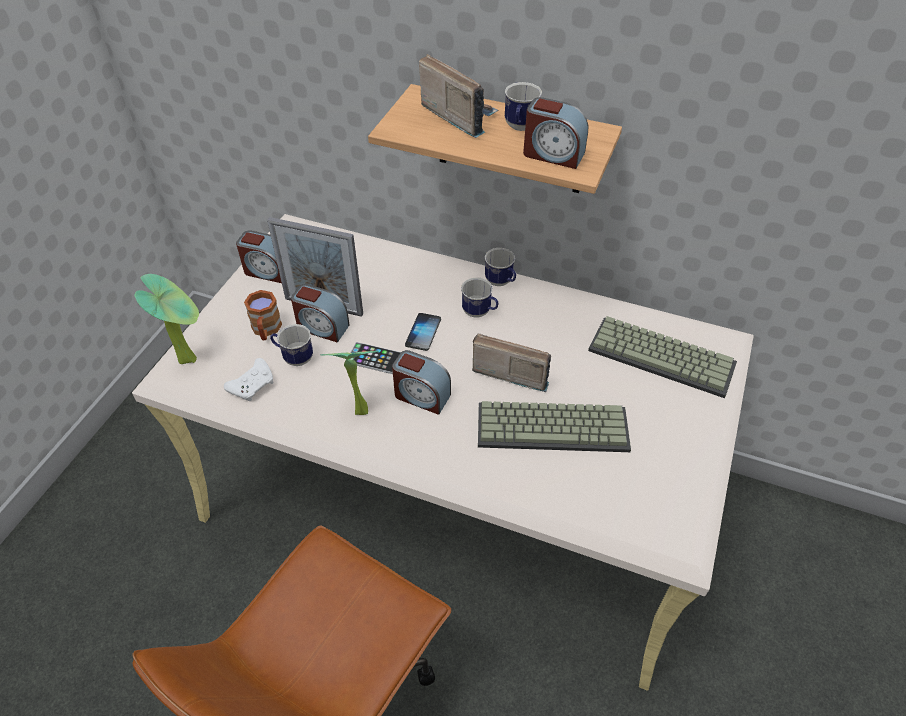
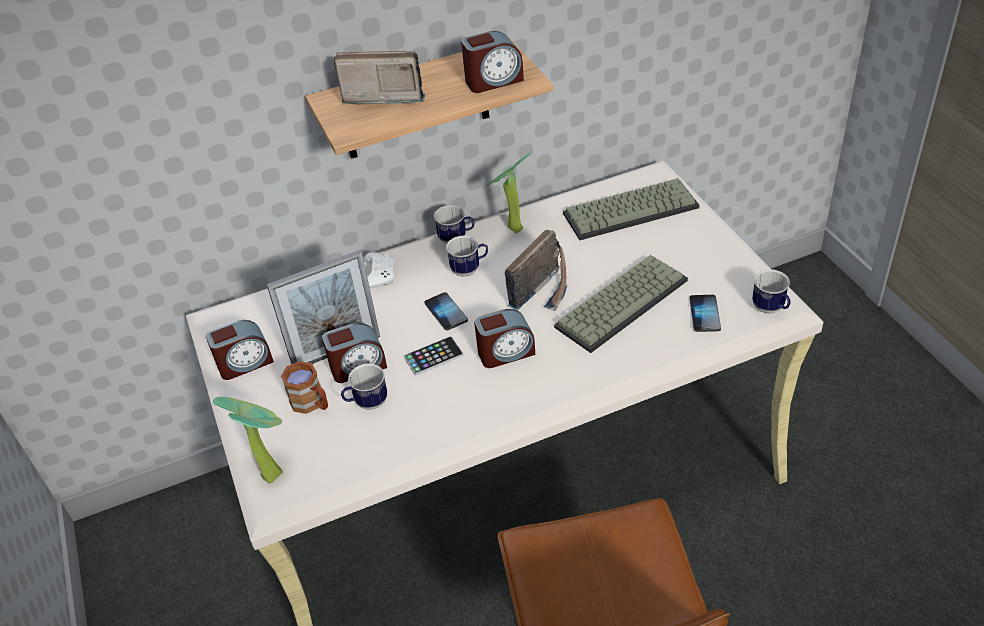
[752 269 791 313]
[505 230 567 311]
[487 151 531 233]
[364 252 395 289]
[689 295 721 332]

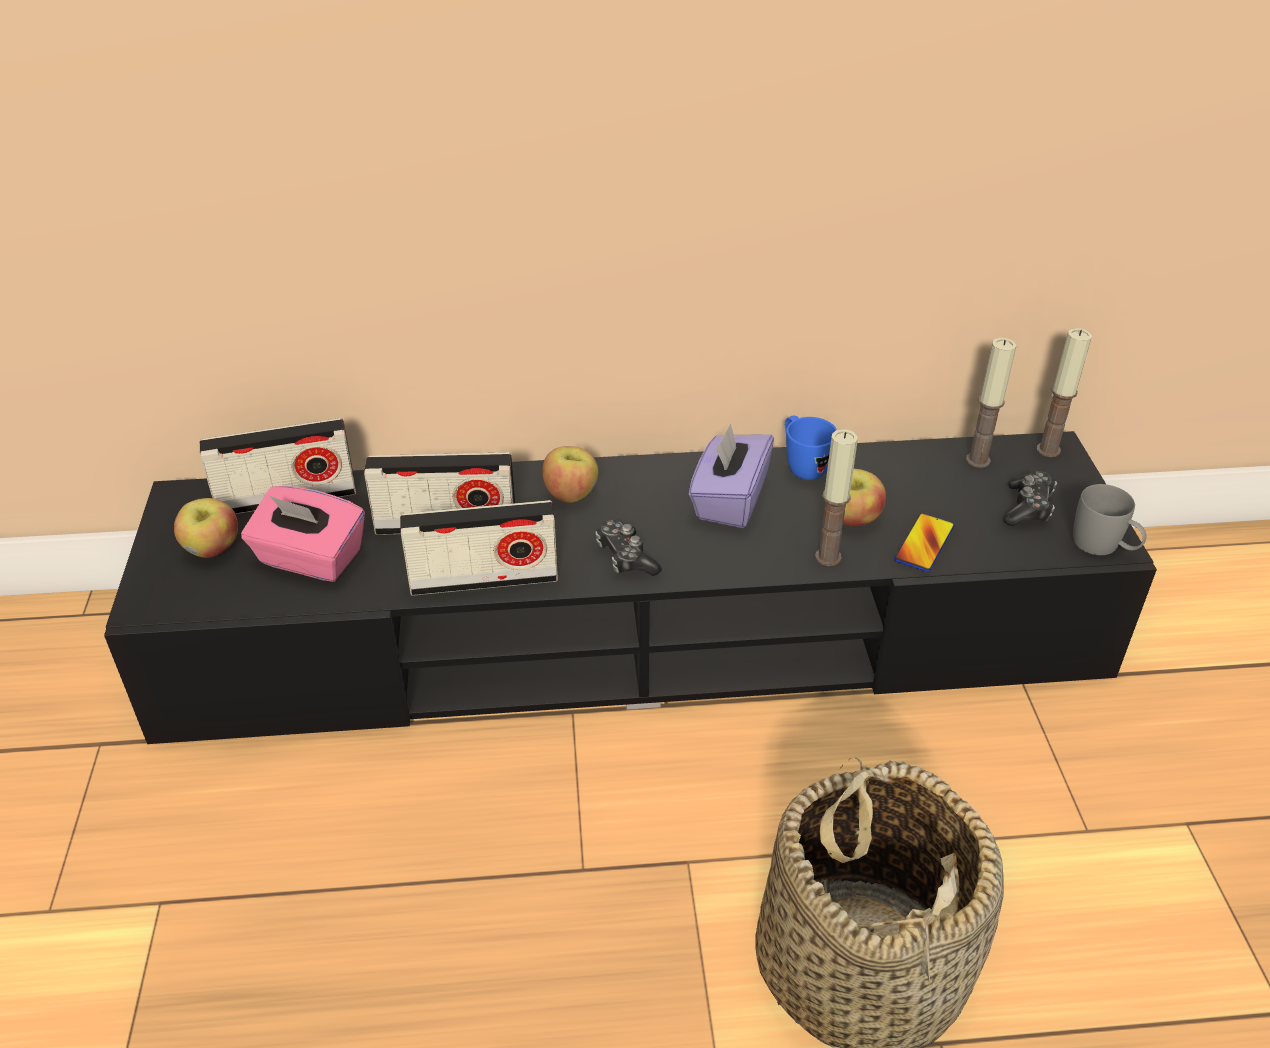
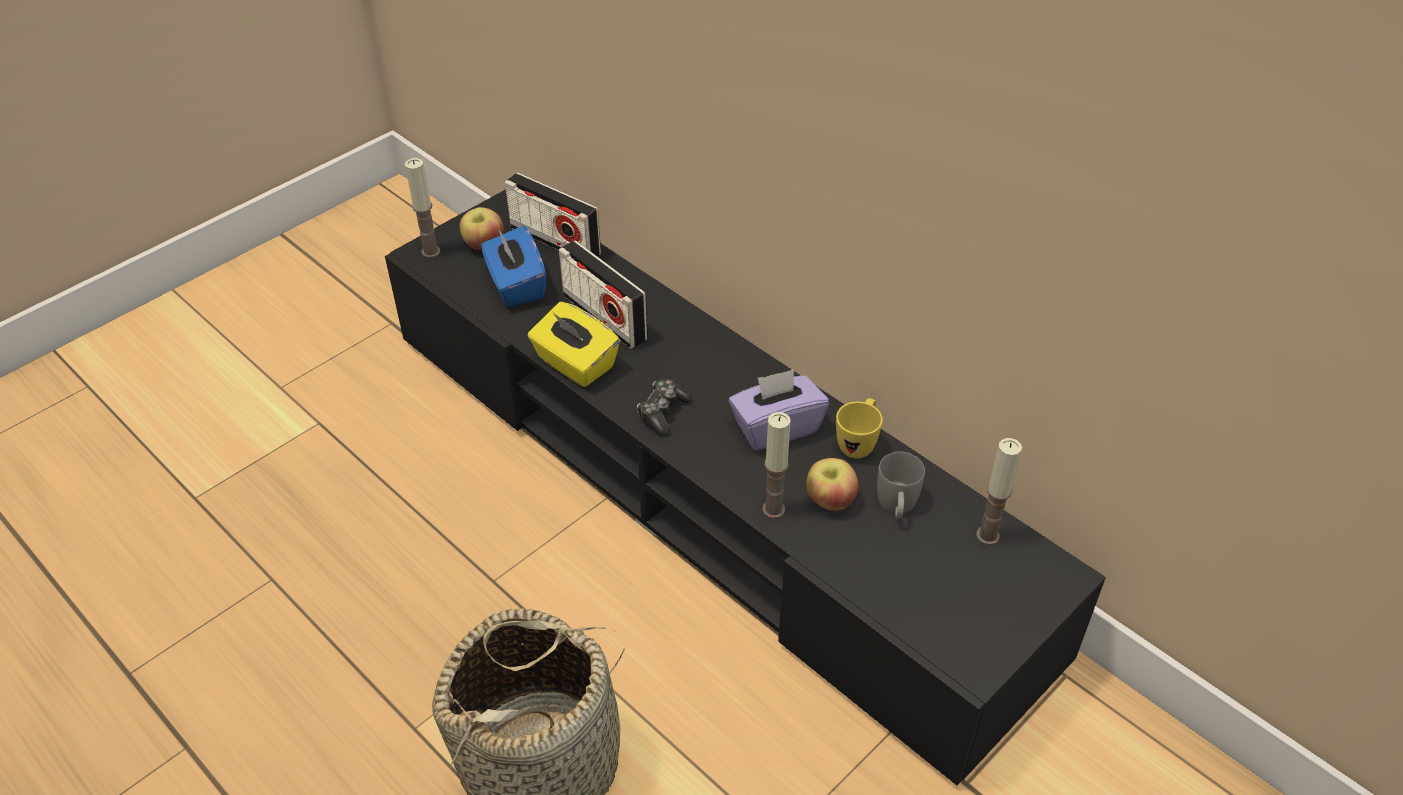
[405 158 440 258]
[836 398 883 458]
[542 446 599 503] (first image)
[1003 471 1057 526] (first image)
[877 452 925 519]
[481 226 546 307]
[528 302 620 387]
[894 513 955 572] (first image)

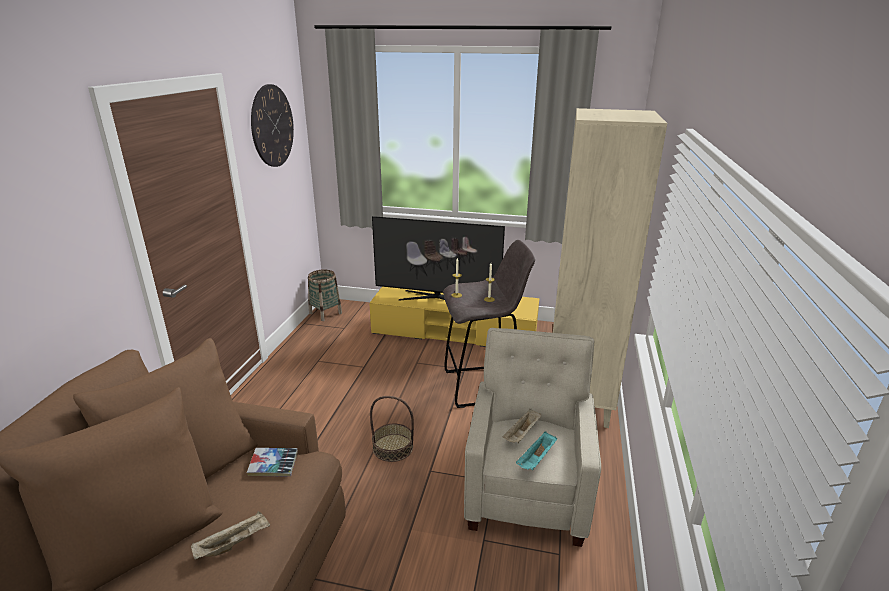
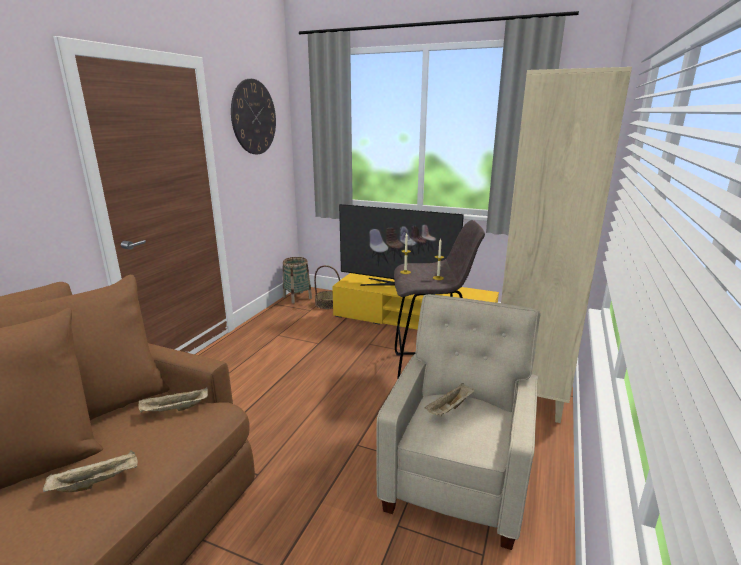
[314 265 340 309]
[516 431 557 470] (first image)
[139 387 208 413]

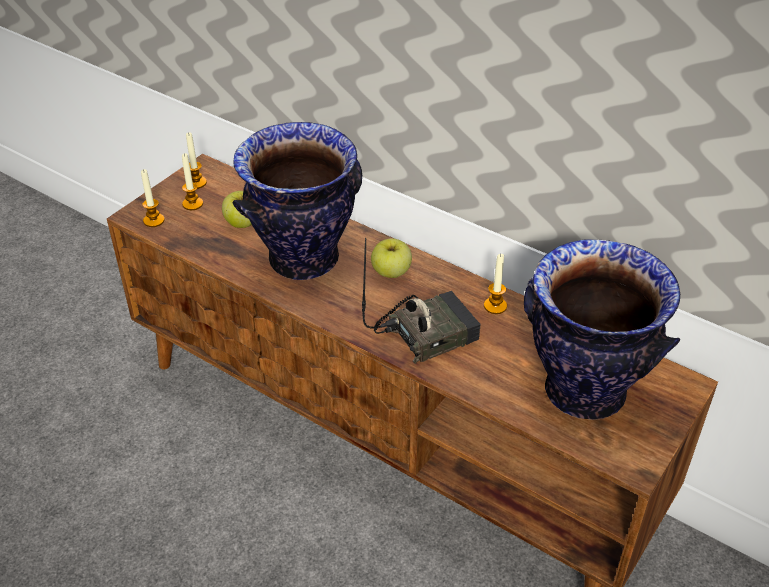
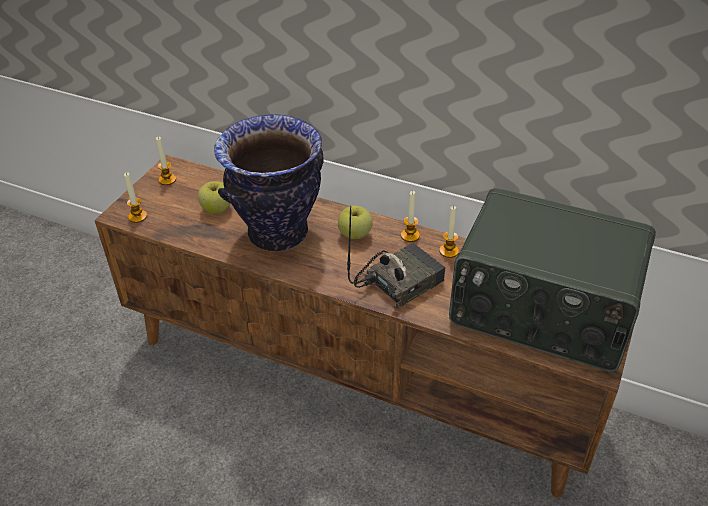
[401 191 420 242]
[449 188 656 372]

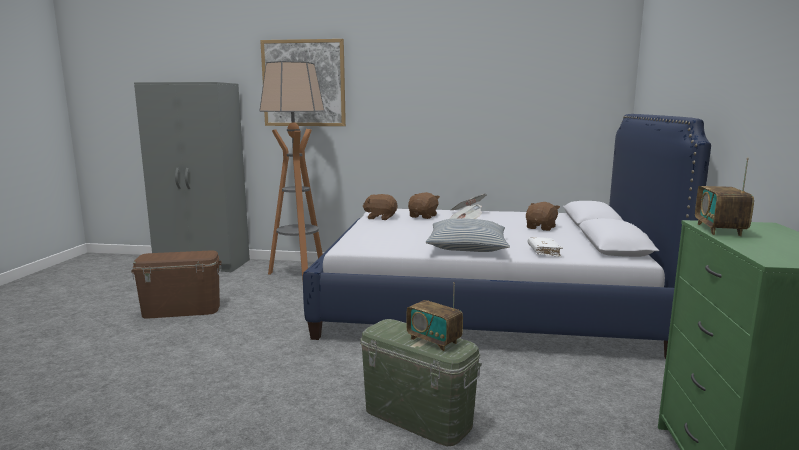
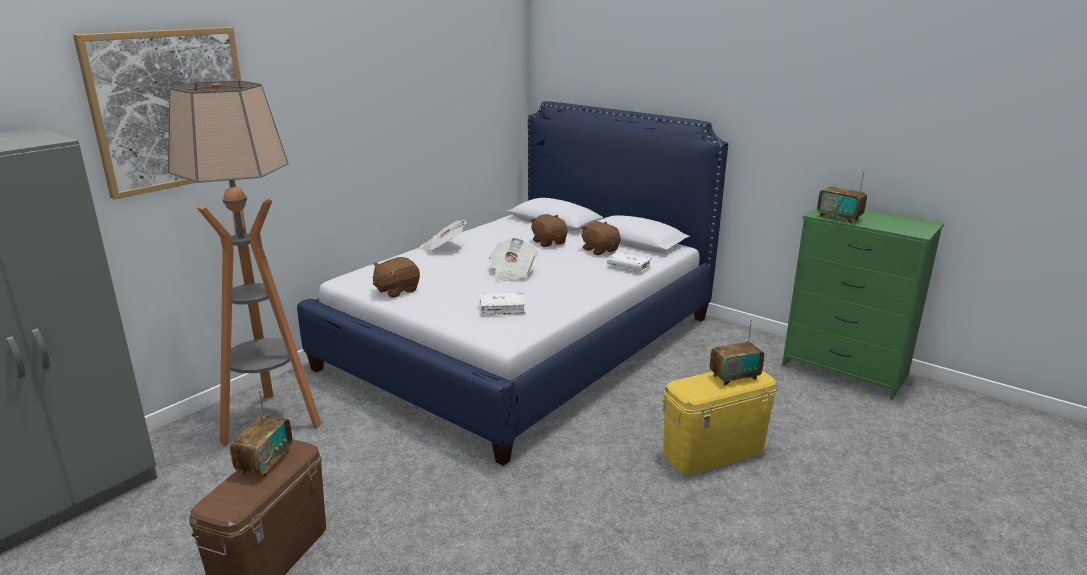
[581 221 621 255]
[426 219 510 252] (first image)
[662 371 777 475]
[480 292 526 316]
[230 390 293 479]

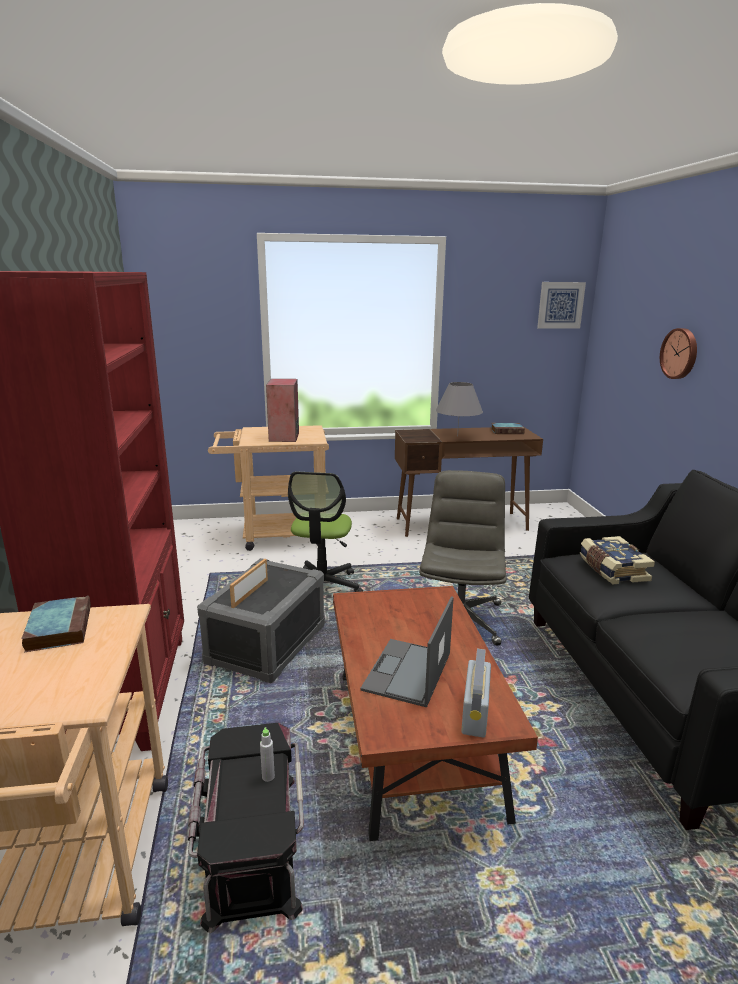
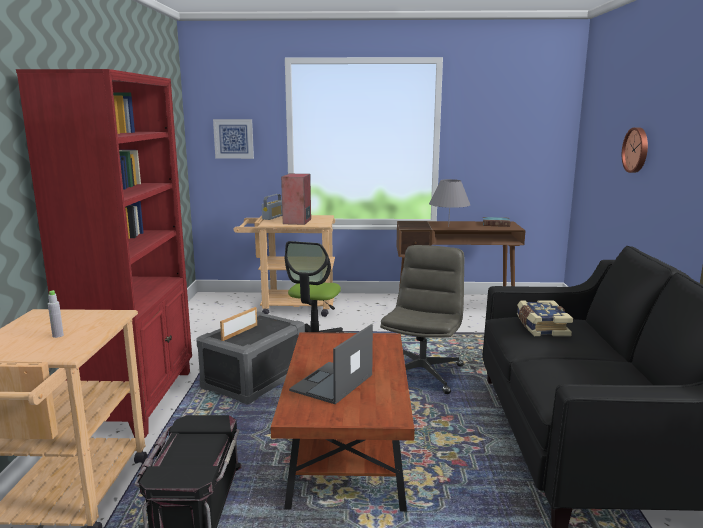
[213 119 254 159]
[21 596 91 652] (first image)
[262 194 282 220]
[48 290 64 338]

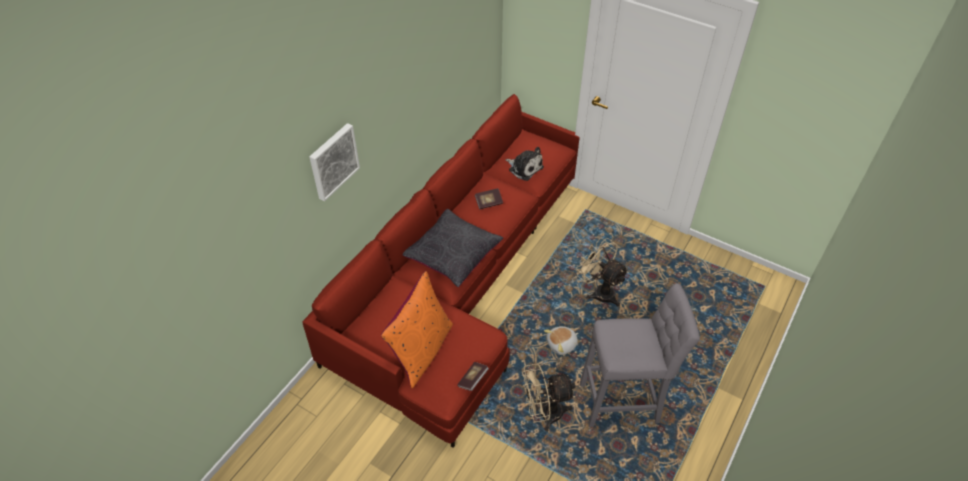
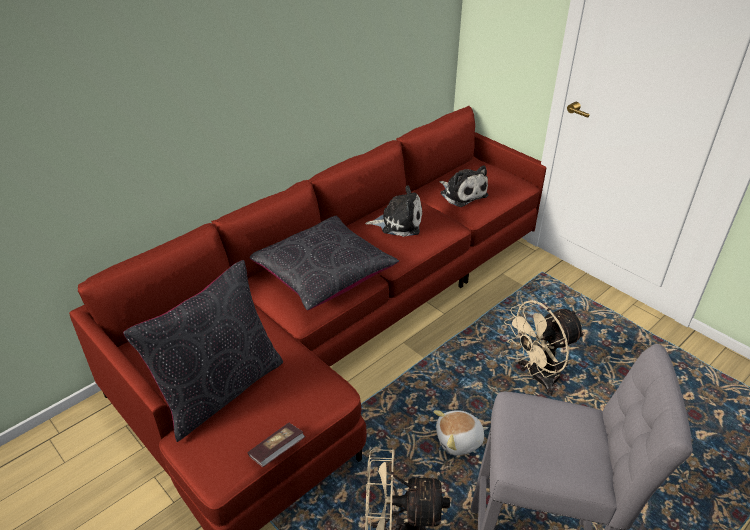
[309 123 360 201] (first image)
[365 185 422 237]
[504 300 585 396]
[123 260 283 442]

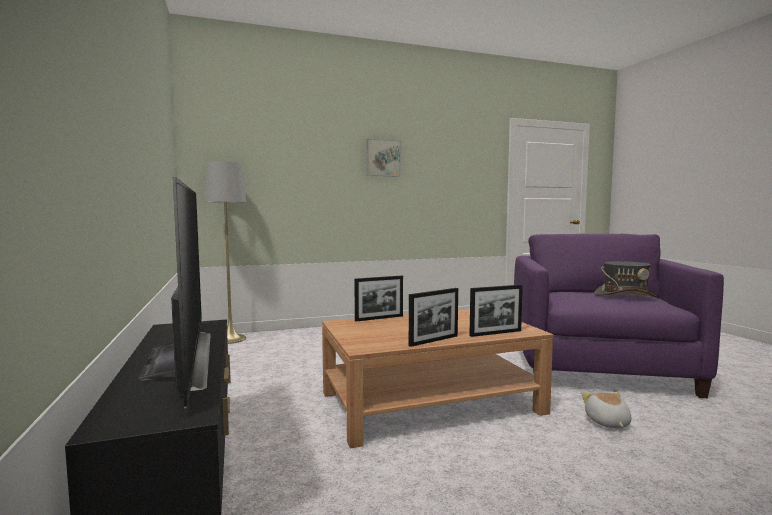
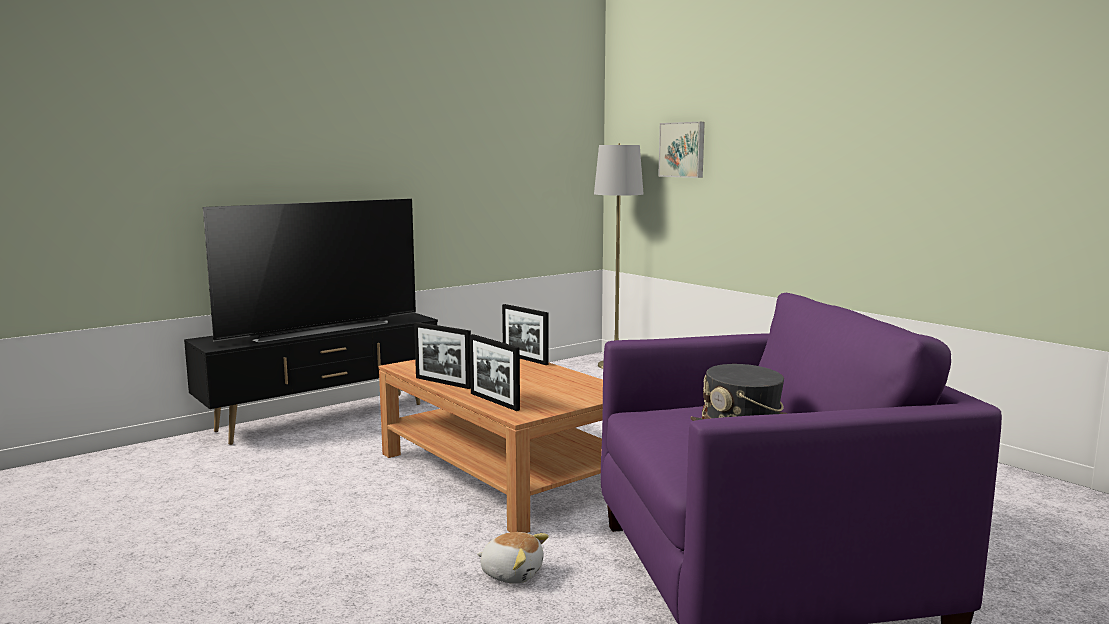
[658 122 705 178]
[477 532 549 584]

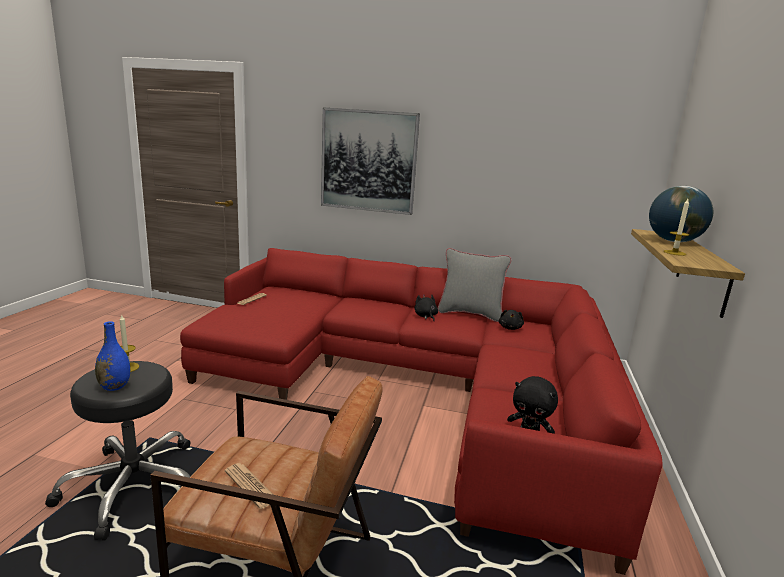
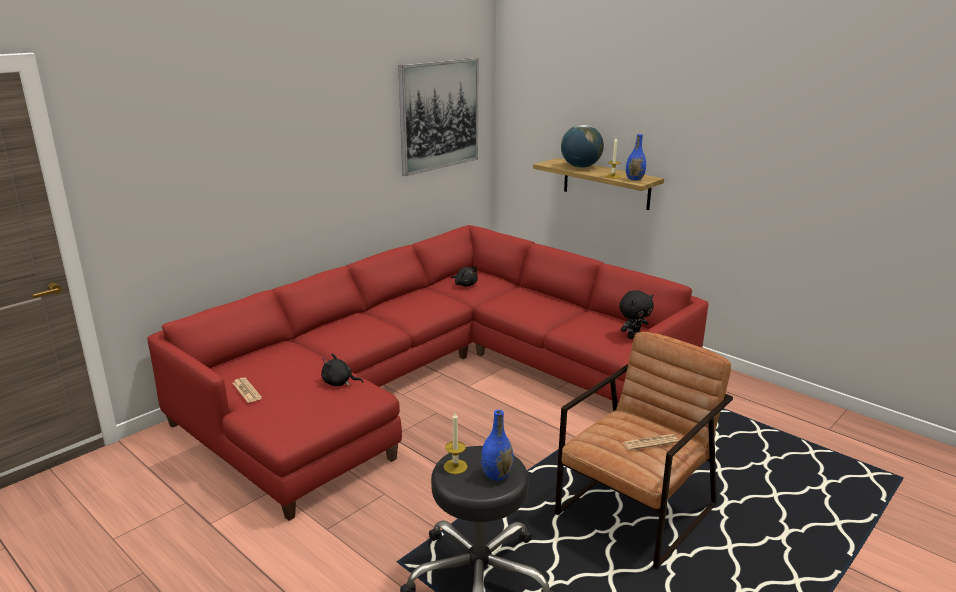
[398 58 478 176]
[438 248 511 322] (first image)
[321 354 364 386]
[626 134 646 181]

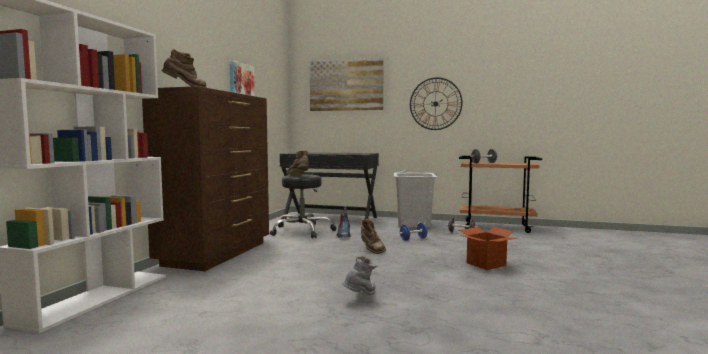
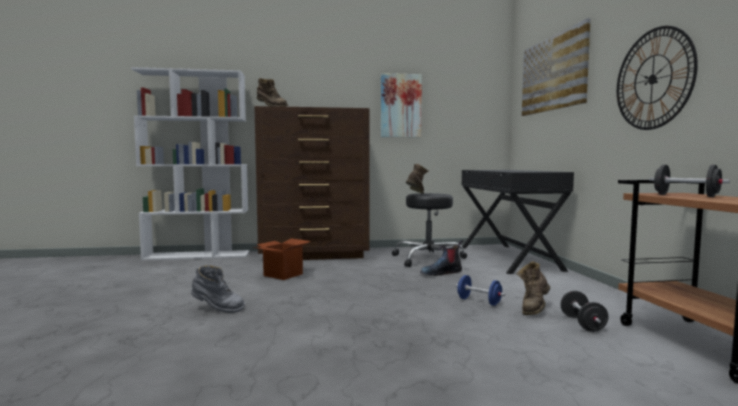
[394 170 437 228] (first image)
[517 261 550 315]
[253 238 310 280]

